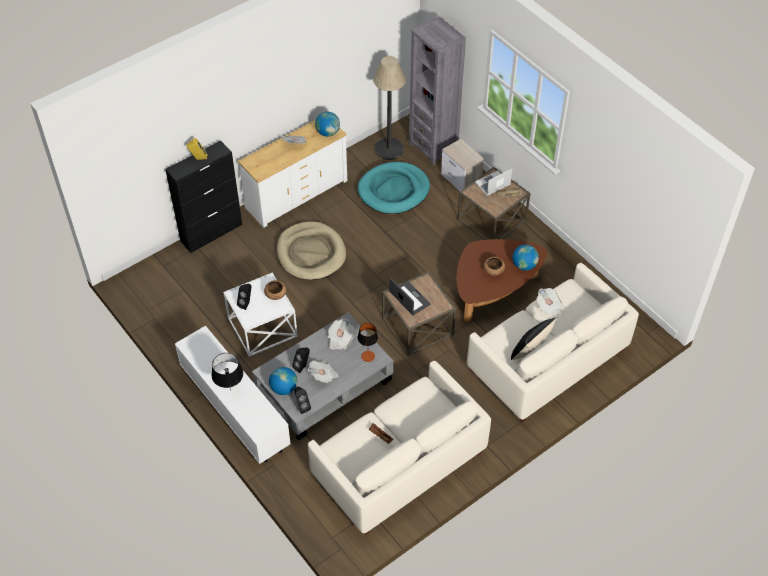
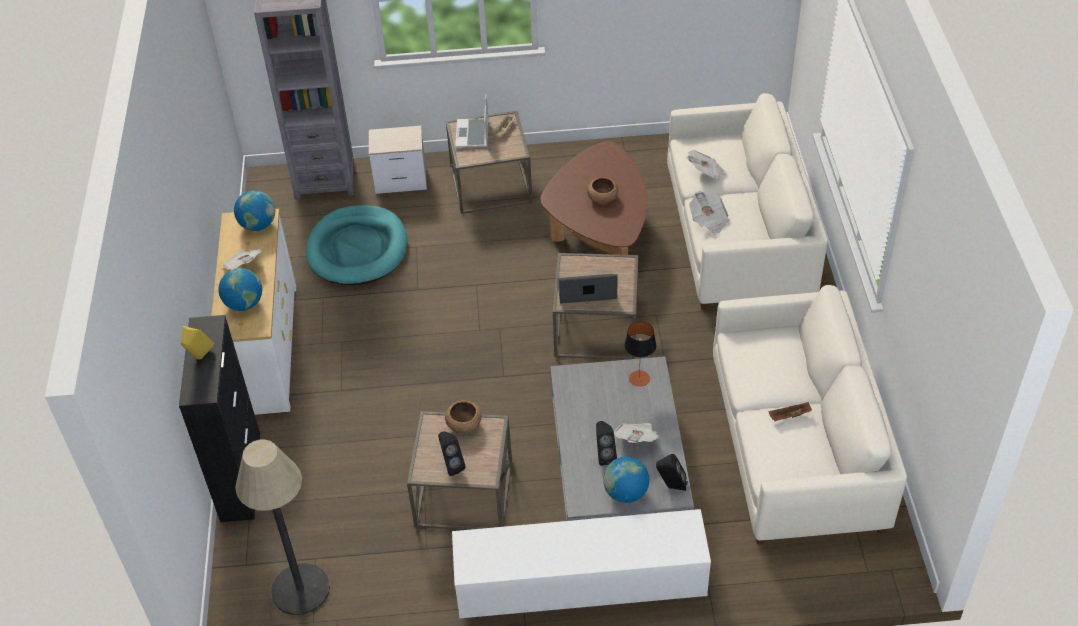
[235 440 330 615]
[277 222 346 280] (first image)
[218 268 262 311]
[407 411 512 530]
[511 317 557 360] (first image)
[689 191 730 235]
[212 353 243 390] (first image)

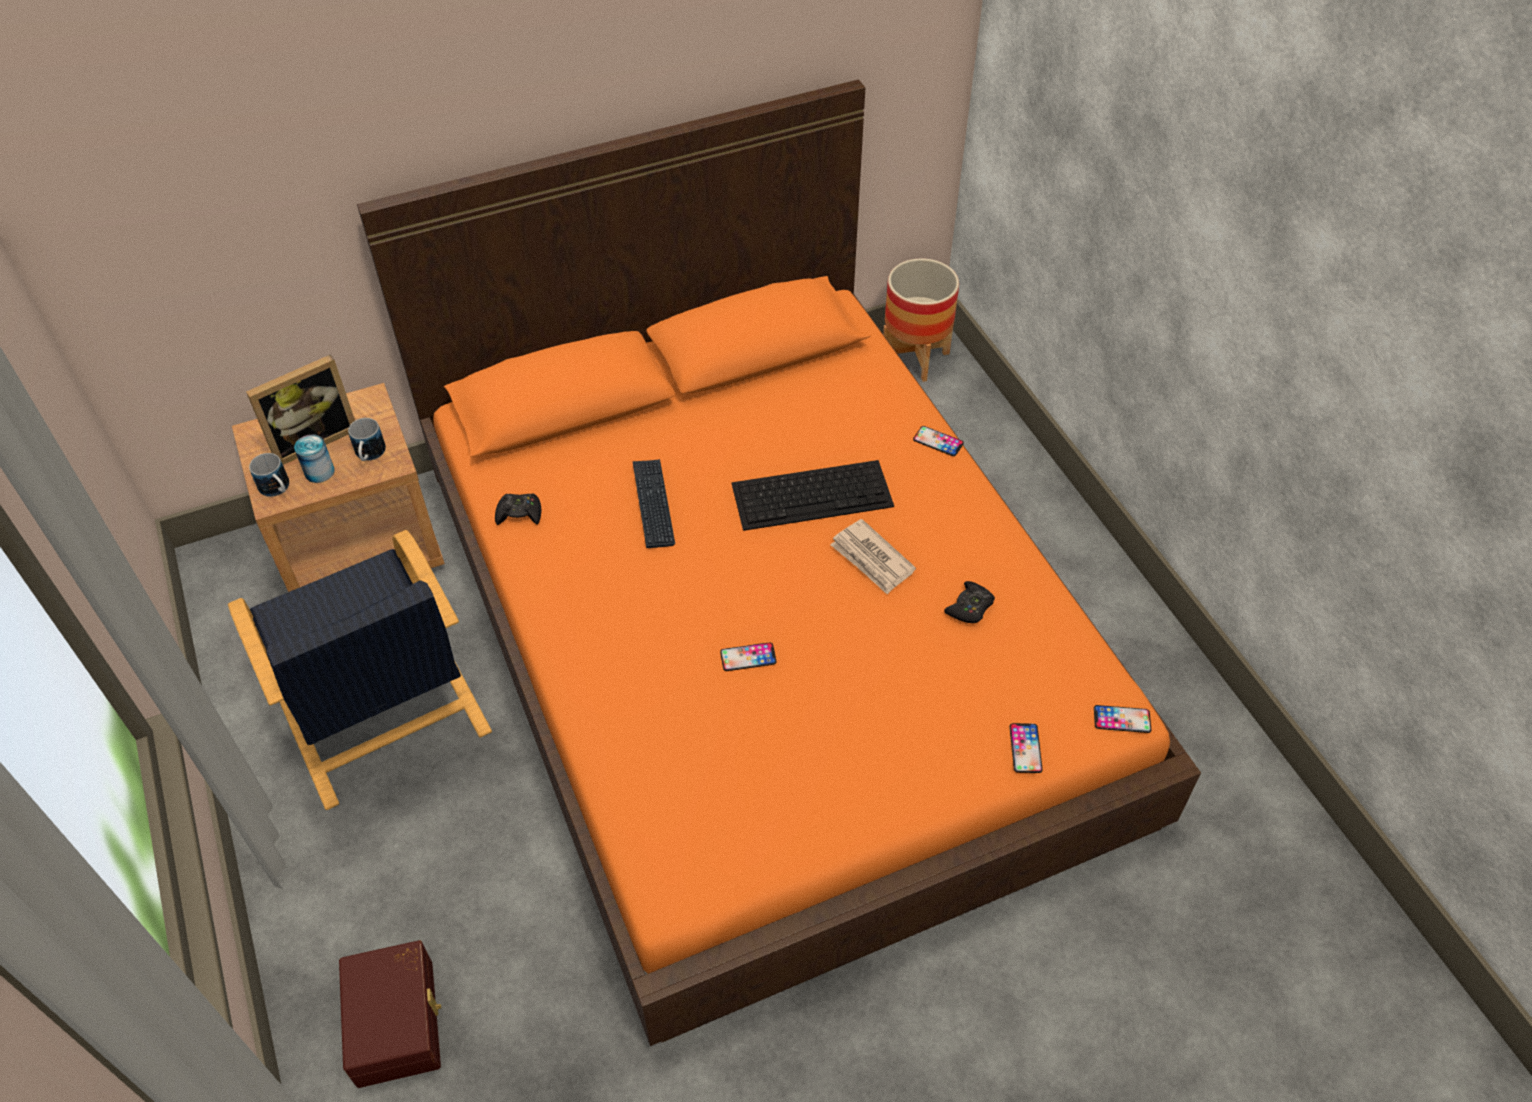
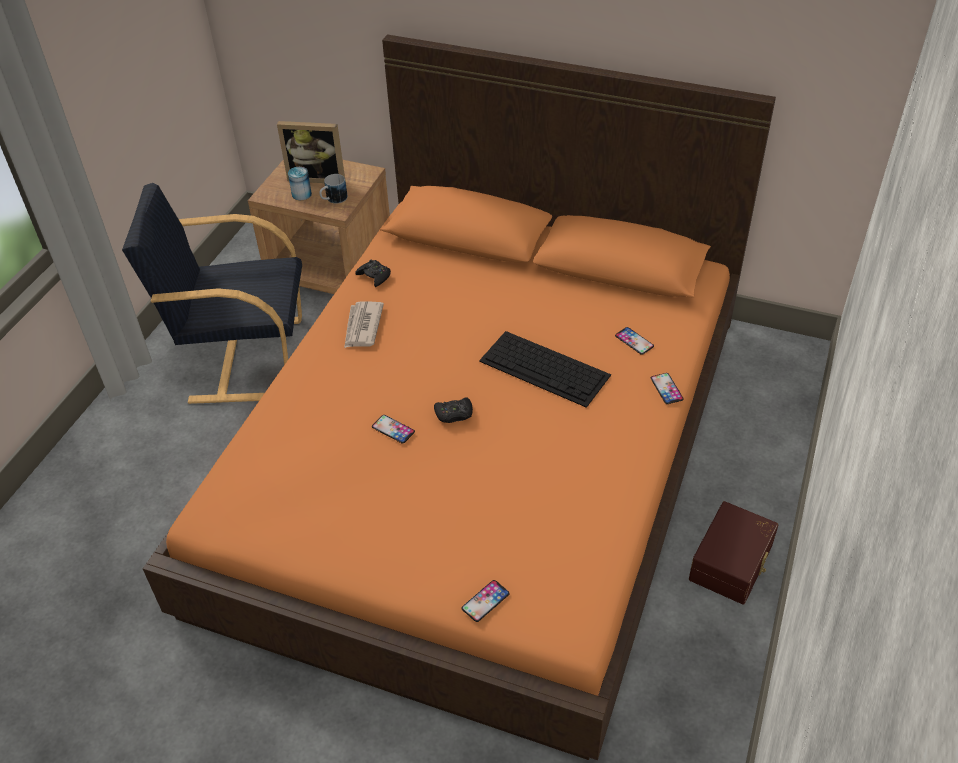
[883 259 959 382] (first image)
[249 453 289 497] (first image)
[632 459 675 548] (first image)
[344 301 384 348]
[122 183 302 404]
[434 398 473 423]
[615 327 654 355]
[689 501 778 605]

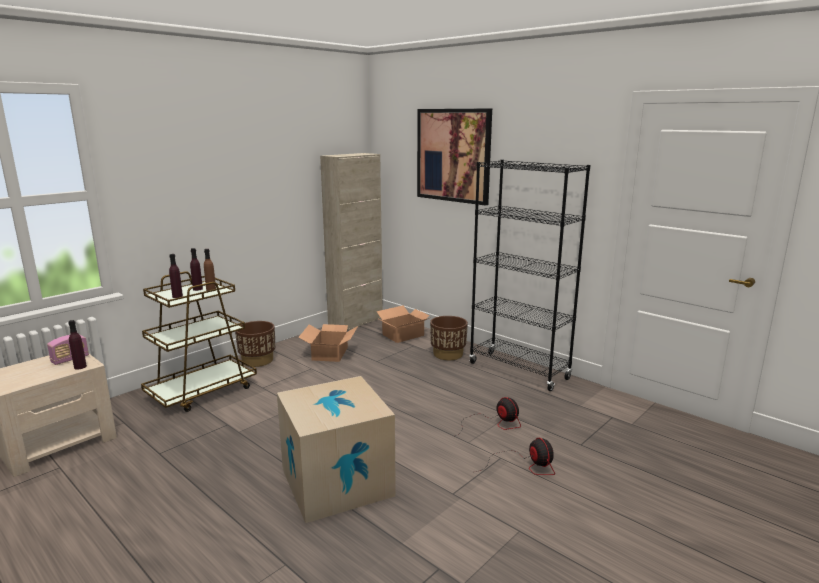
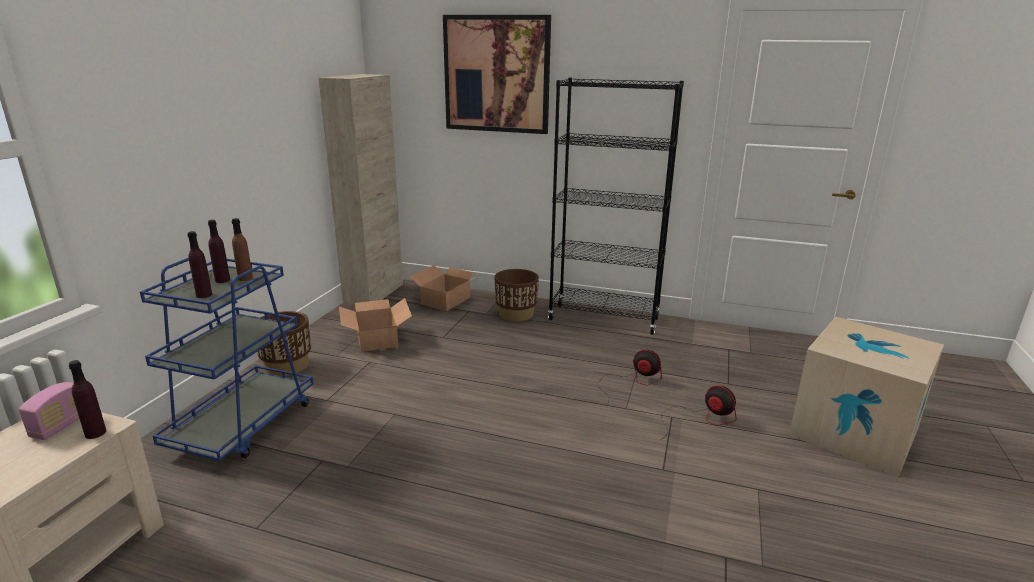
[140 258 313 461]
[789 317 944 477]

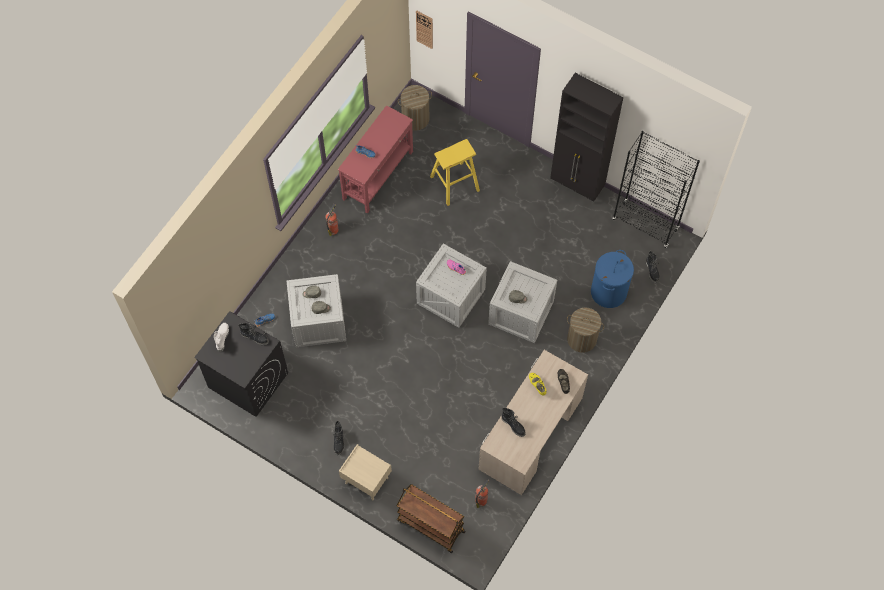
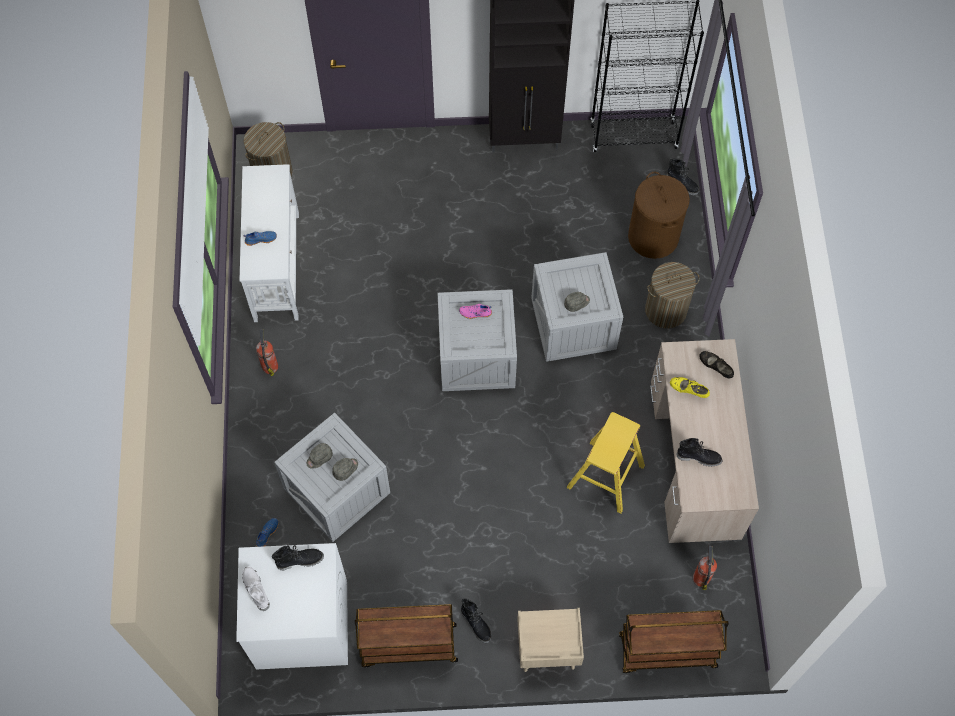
[416 11 433 49] (first image)
[240 164 299 322]
[567 412 645 514]
[628 172 690 259]
[236 543 348 670]
[355 604 458 668]

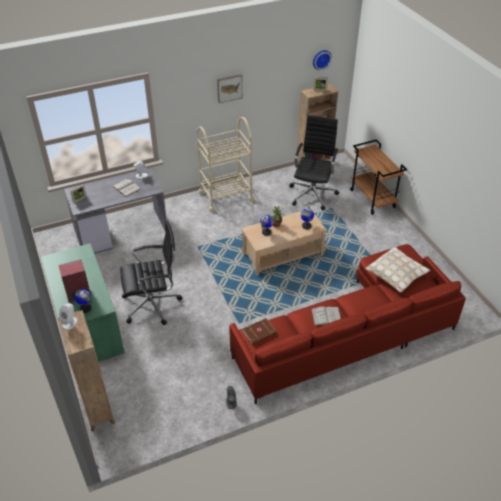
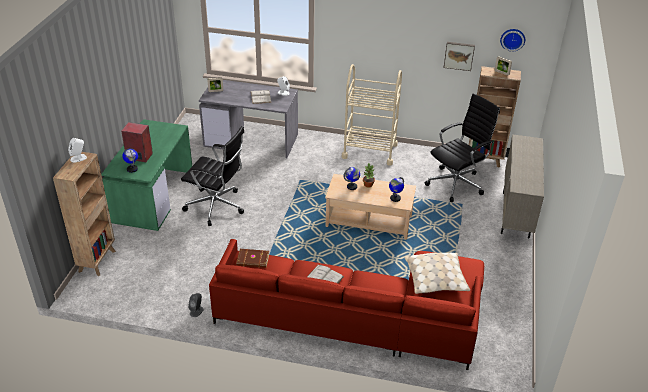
[444 42 475 71]
[501 134 544 238]

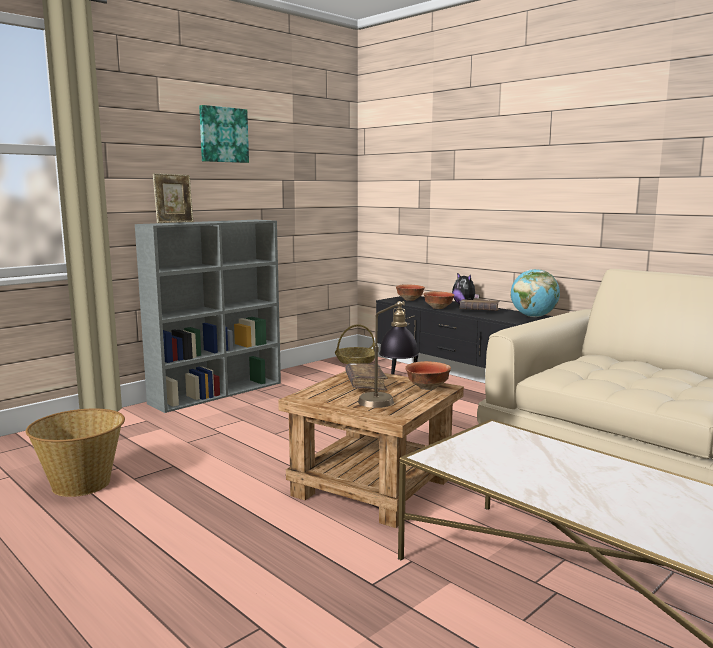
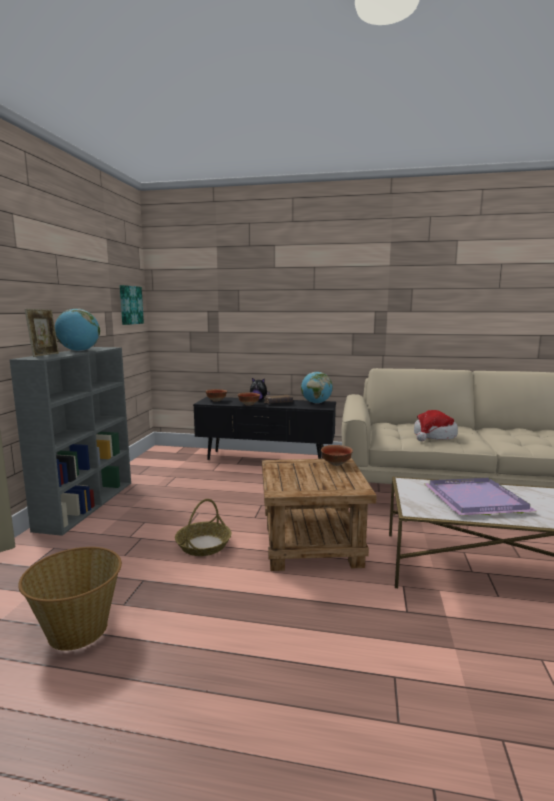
[120 285 144 325]
[358 301 418 408] (first image)
[175 499 231 556]
[345 363 388 391] (first image)
[55 309 100 351]
[414 410 458 441]
[424 478 538 516]

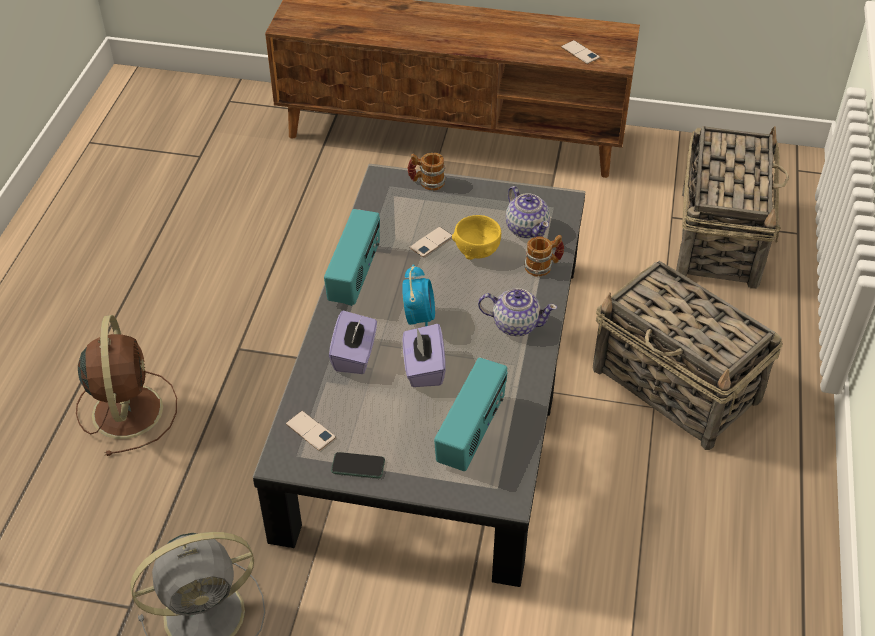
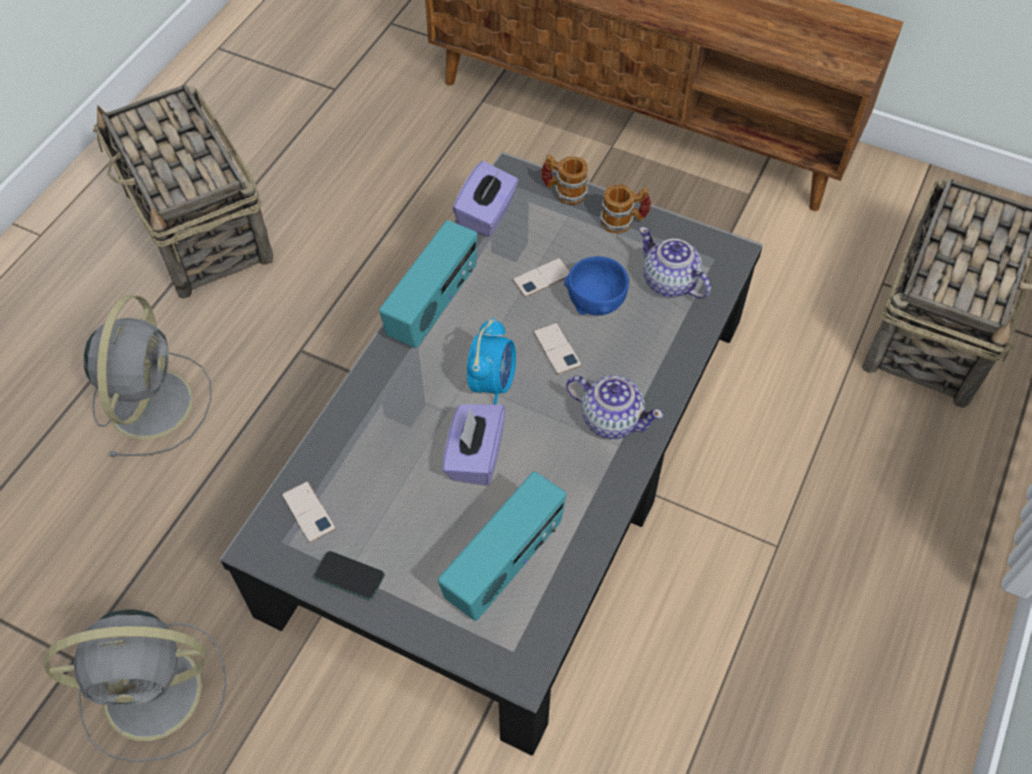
[534 322 582 375]
[639 227 711 299]
[564 256 629 315]
[599 184 651 233]
[93 84 273 299]
[453 161 519 237]
[84 295 211 457]

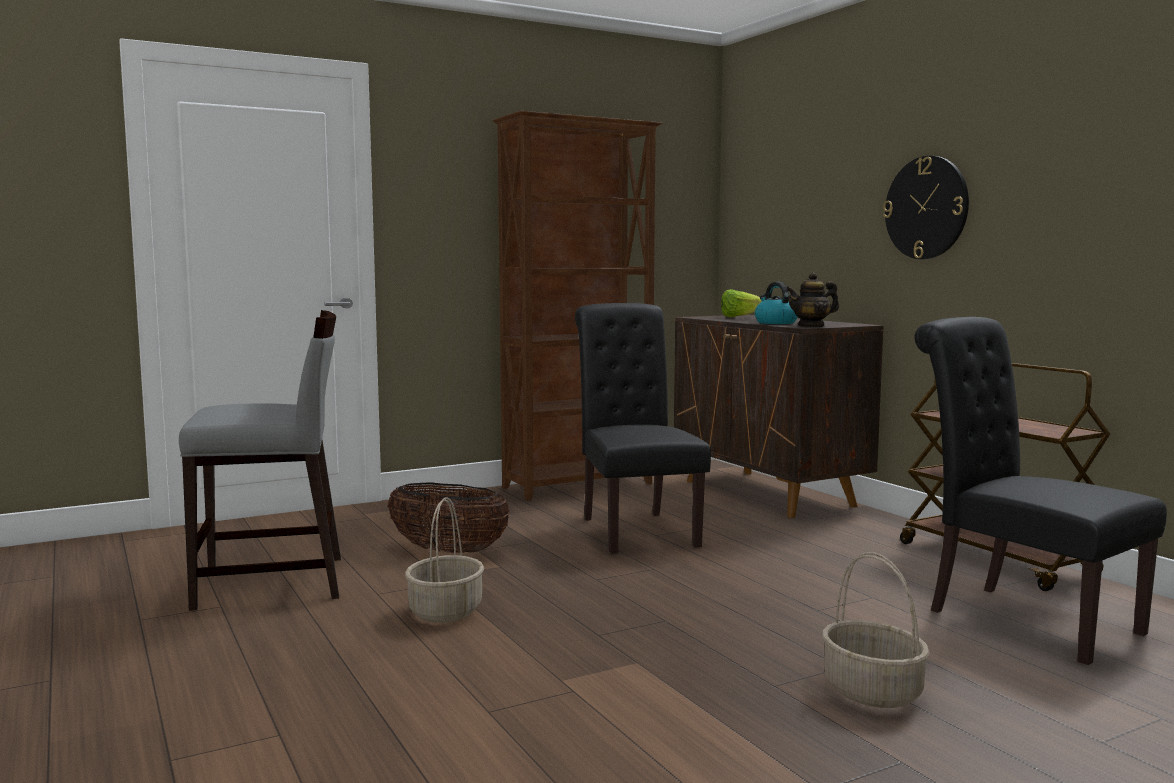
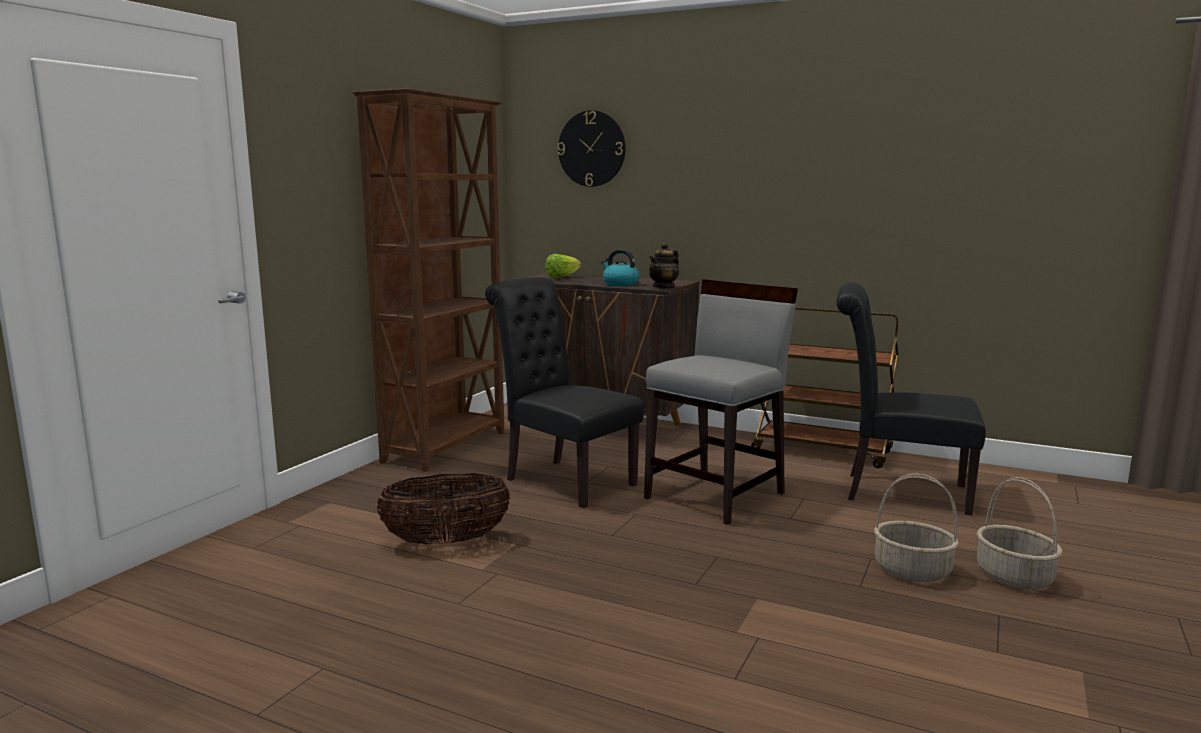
[557 110 626 187]
[644 279 798 525]
[977 477 1063 590]

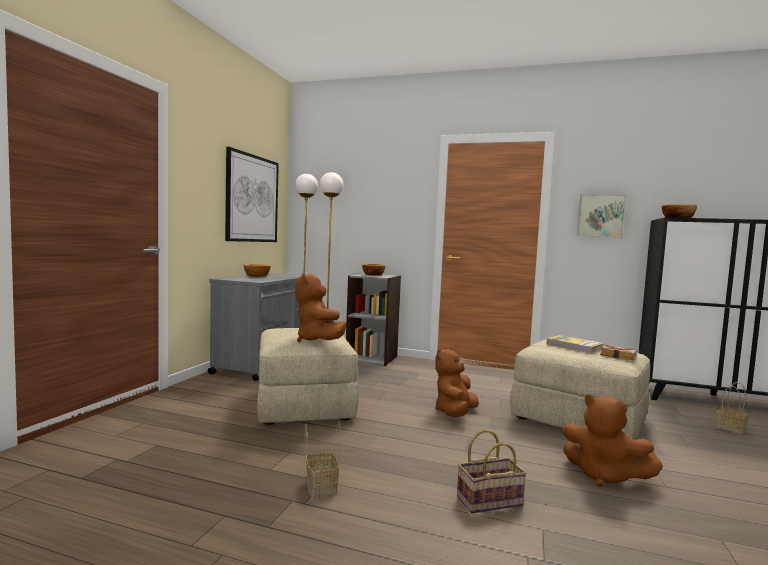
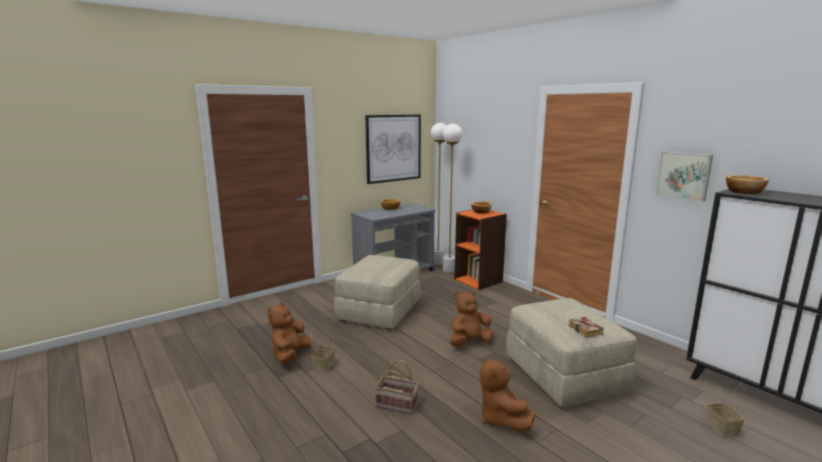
[268 302 311 364]
[454 209 507 290]
[546 335 604 354] (first image)

